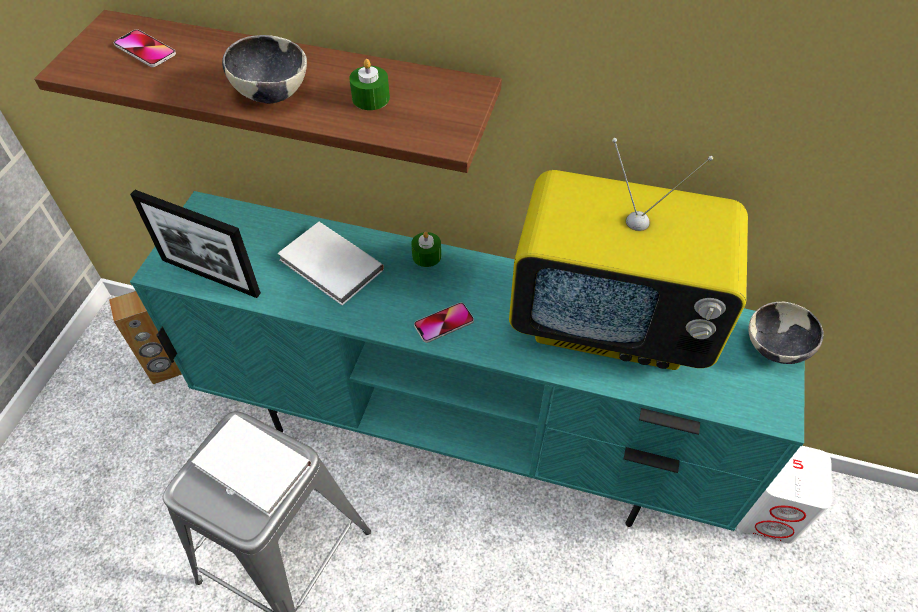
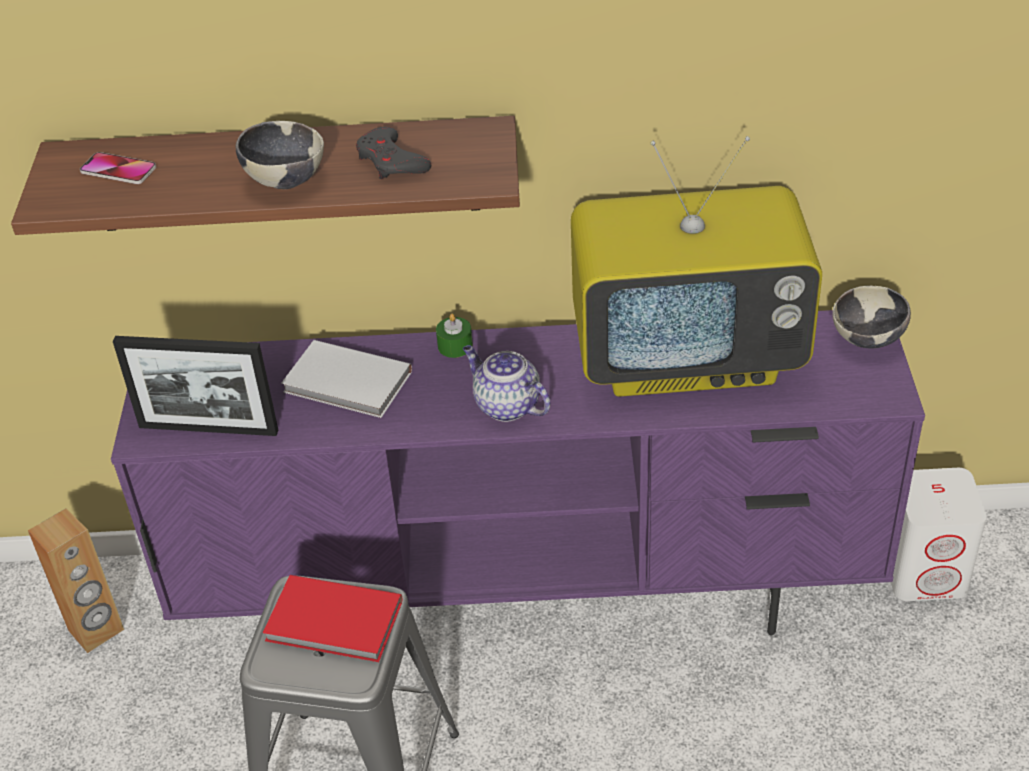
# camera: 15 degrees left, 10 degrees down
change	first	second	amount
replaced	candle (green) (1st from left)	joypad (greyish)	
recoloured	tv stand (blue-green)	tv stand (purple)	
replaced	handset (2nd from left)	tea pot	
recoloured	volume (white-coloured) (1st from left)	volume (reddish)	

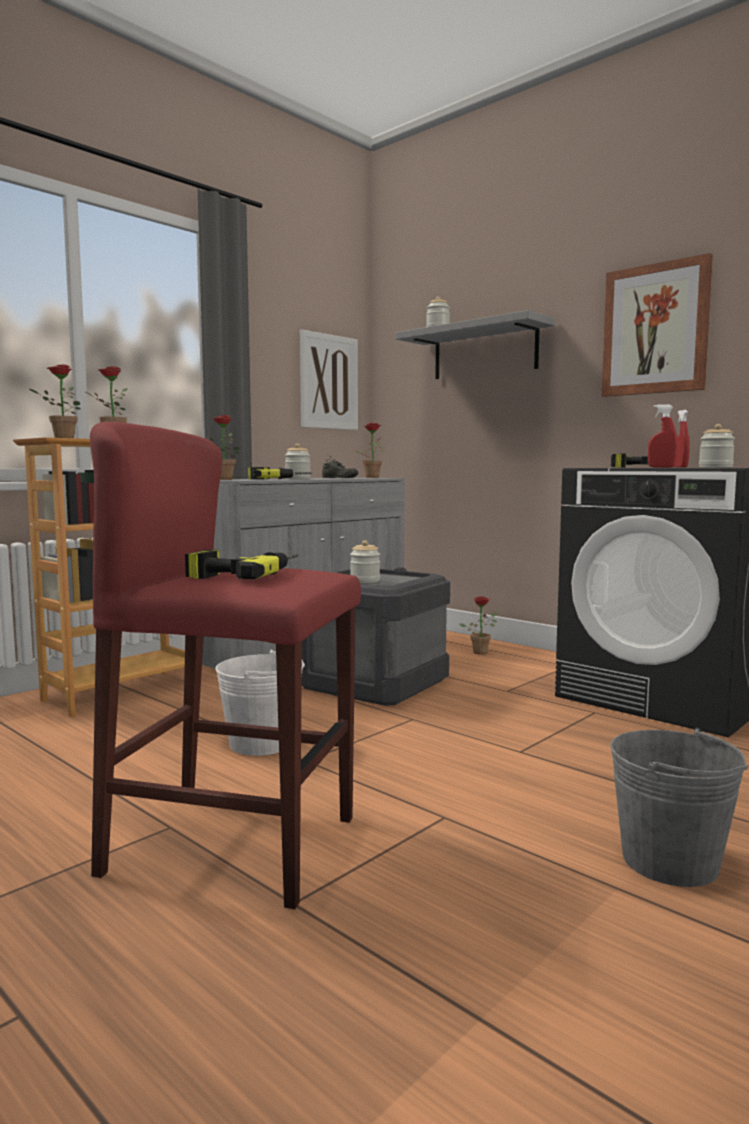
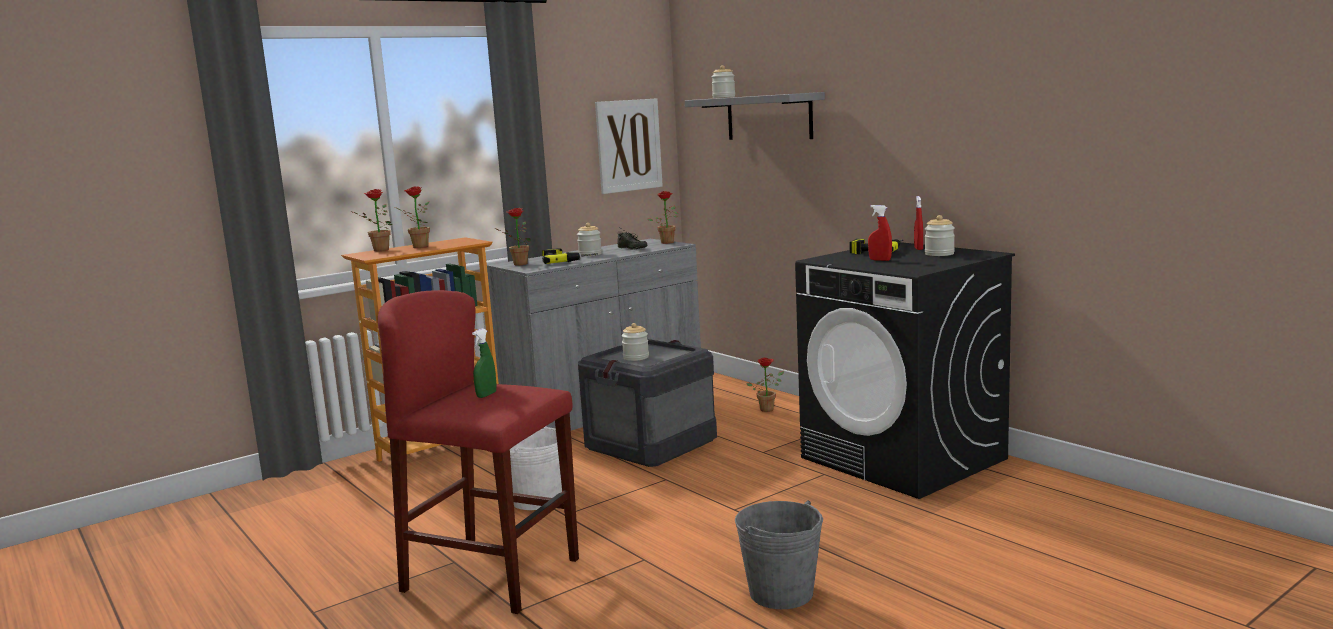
# camera: 10 degrees right, 5 degrees up
change	first	second	amount
removed	picture (2nd from left)		
replaced	electric drill (1st from left)	spray bottle (green)	

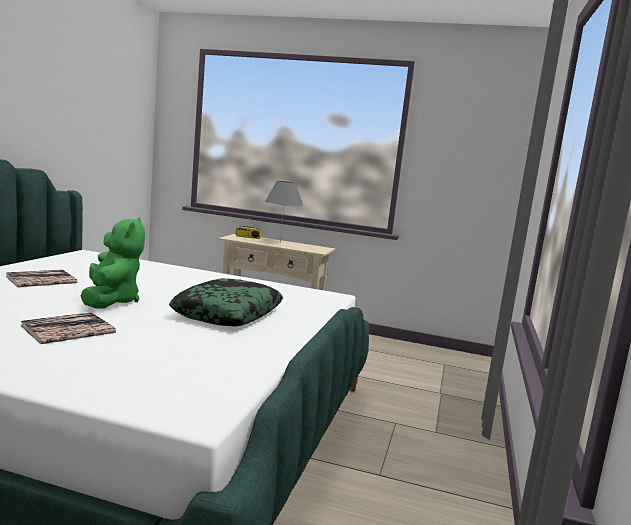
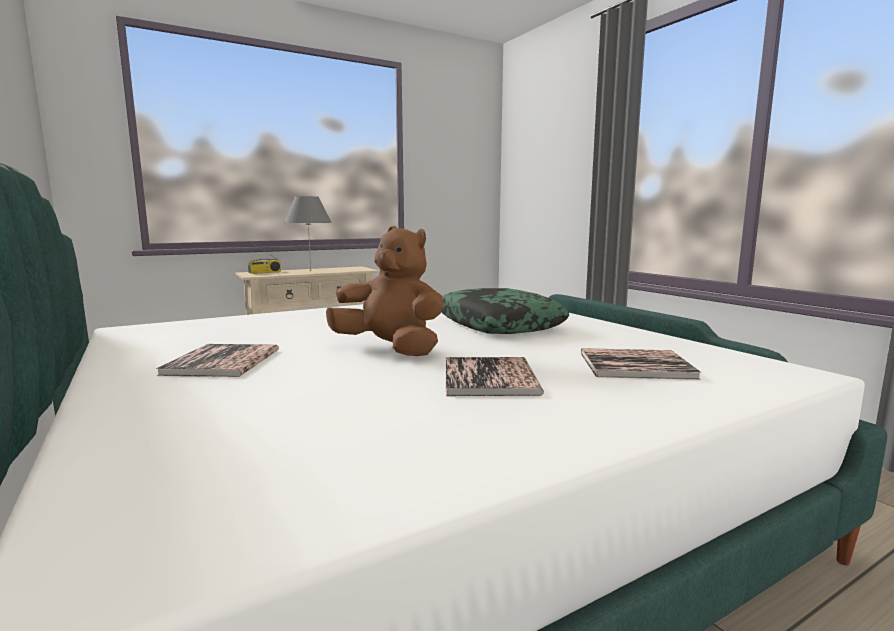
# camera: 45 degrees left, 0 degrees up
change	first	second	amount
recoloured	plush toy (green)	plush toy (brown)	
added		volume (3rd from left)	

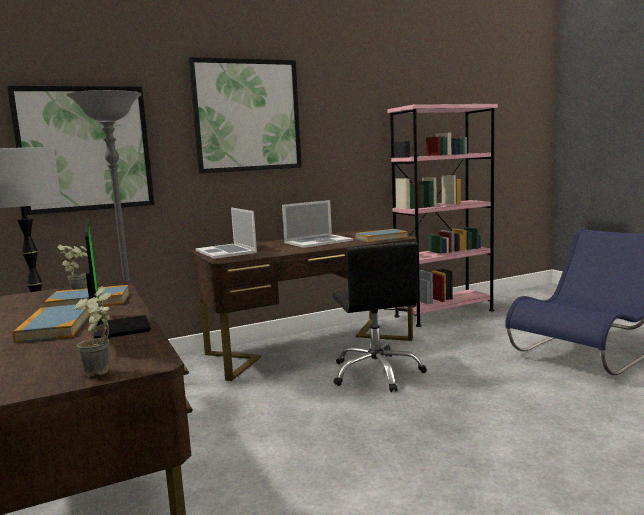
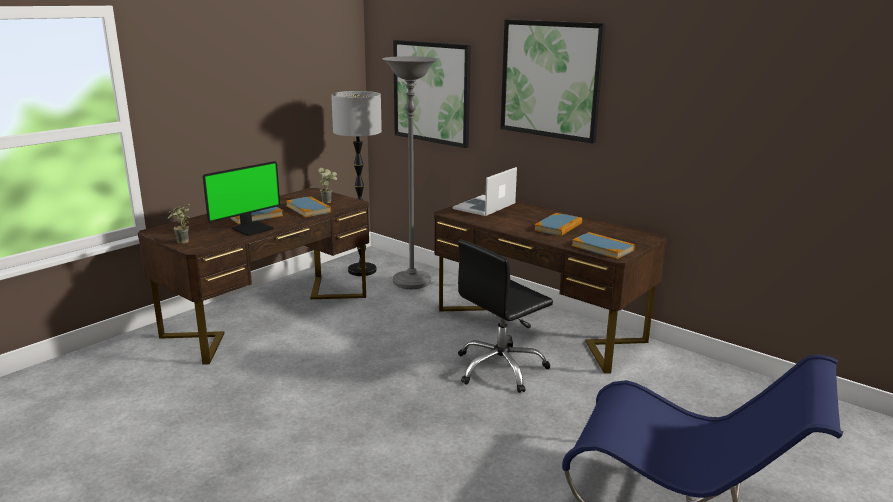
# camera: 65 degrees right, 10 degrees up
change	first	second	amount
removed	shelving unit (pink)		
replaced	laptop (2nd from left)	volume (3rd from left)	

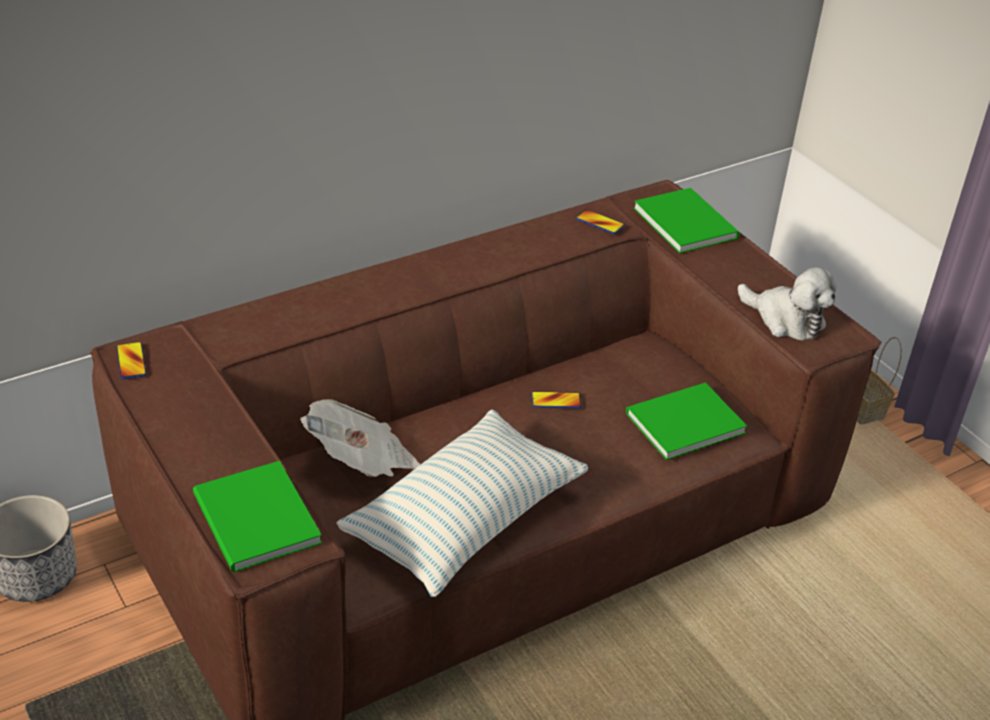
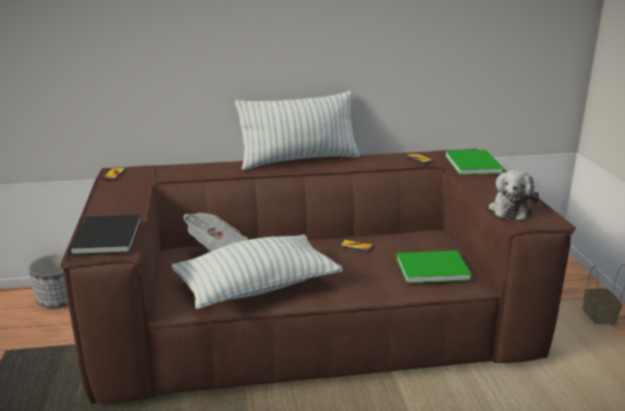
# camera: 25 degrees right, 15 degrees down
change	first	second	amount
turned	plush toy		45 degrees clockwise
recoloured	volume (green) (1st from left)	volume (black)	
added		throw pillow (2nd from left)	

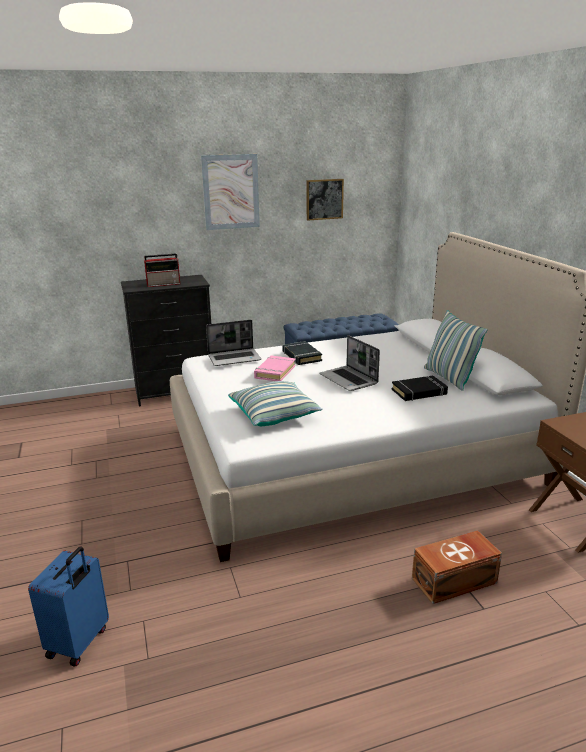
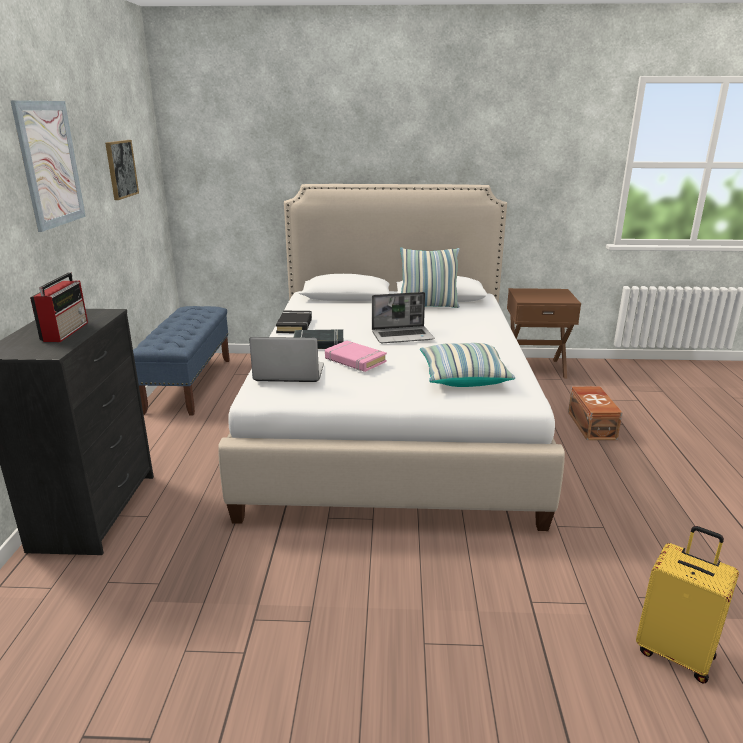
# camera: 70 degrees left, 0 degrees up
change	first	second	amount
turned	laptop (1st from left)		90 degrees counterclockwise
moved	volume (black) (2nd from left in the first image)	volume (black) (1st from left)	
recoloured	suitcase (blue)	suitcase (yellow)	

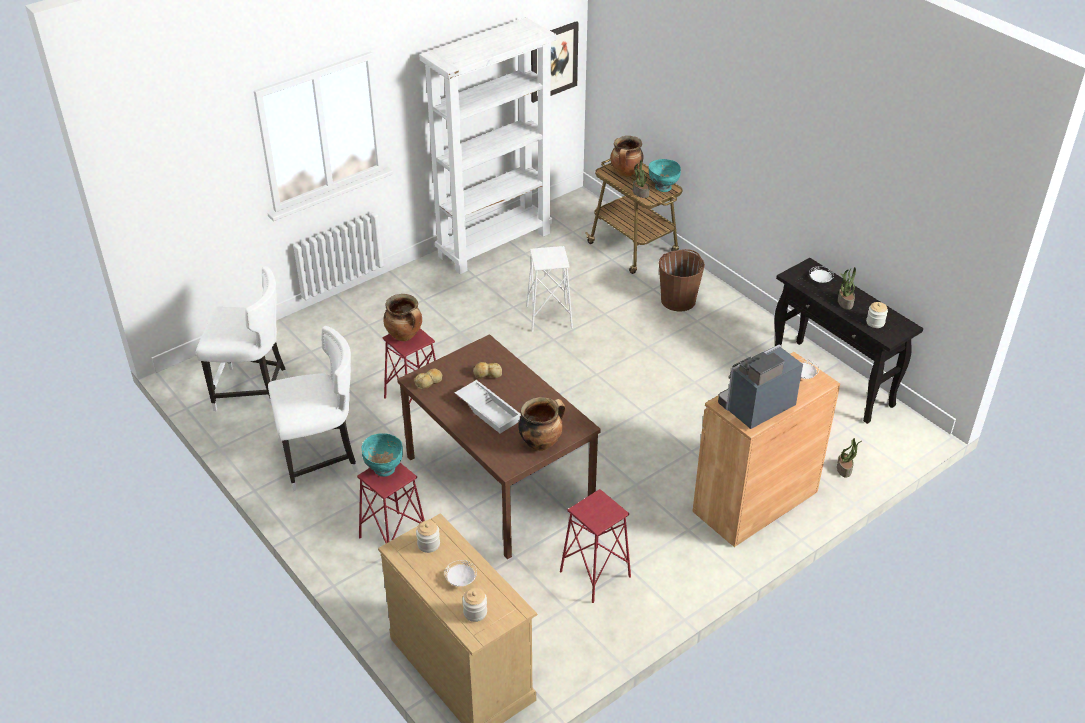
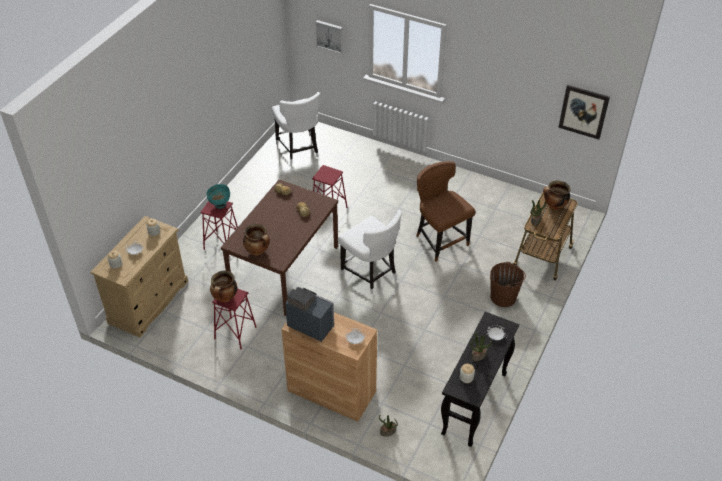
# camera: 65 degrees right, 5 degrees up
change	first	second	amount
removed	shelving unit (white-coloured)		
removed	serving bowl (blue-green) (2nd from left)		
replaced	stool (white-coloured)	upright chair (brown)	
moved	saucepot (1st from left)		
moved	upright chair (white-coloured) (2nd from left)		
removed	carrying tray (white-coloured)		
added		picture (1st from left)	

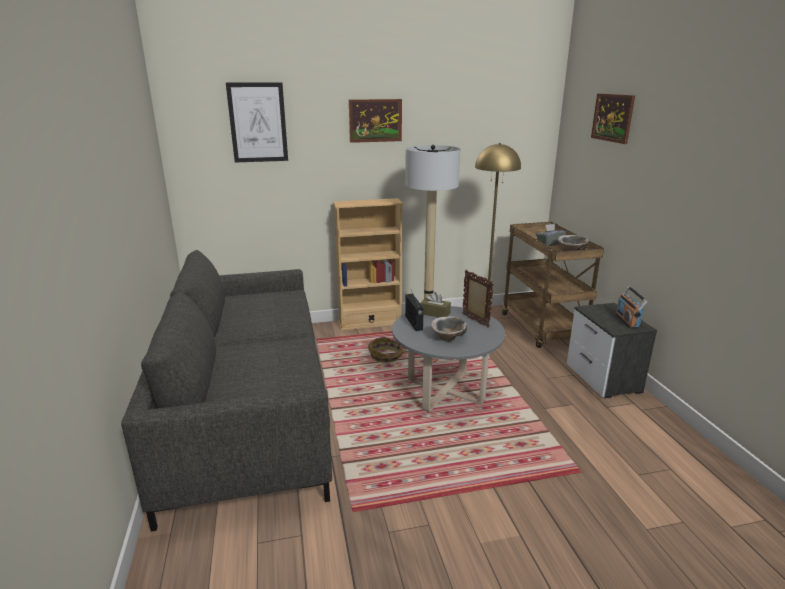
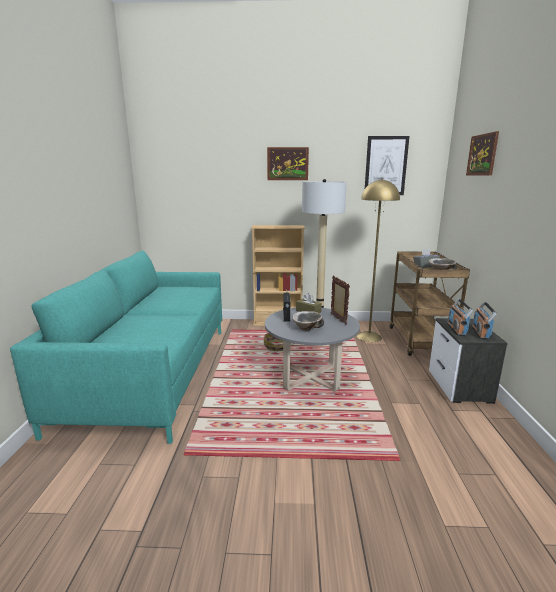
# camera: 15 degrees right, 5 degrees down
change	first	second	amount
moved	picture (1st from left in the first image)	picture (2nd from left)	
recoloured	sofa (greyish)	sofa (blue-green)	
added		radio (2nd from left)	

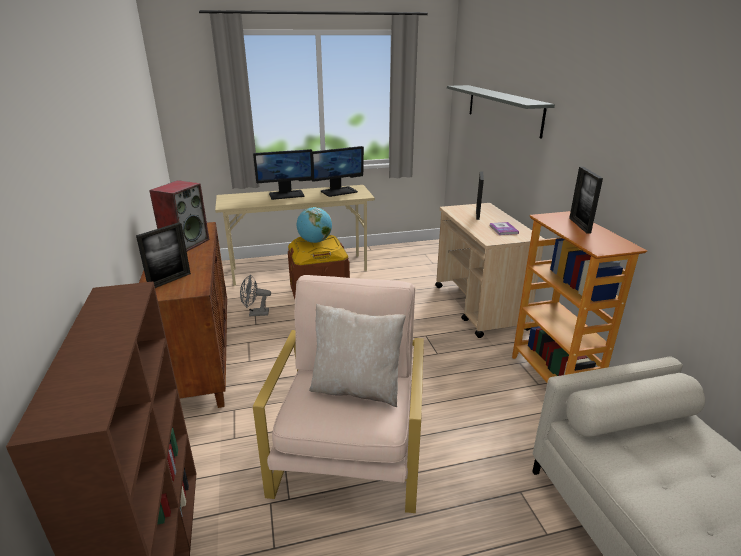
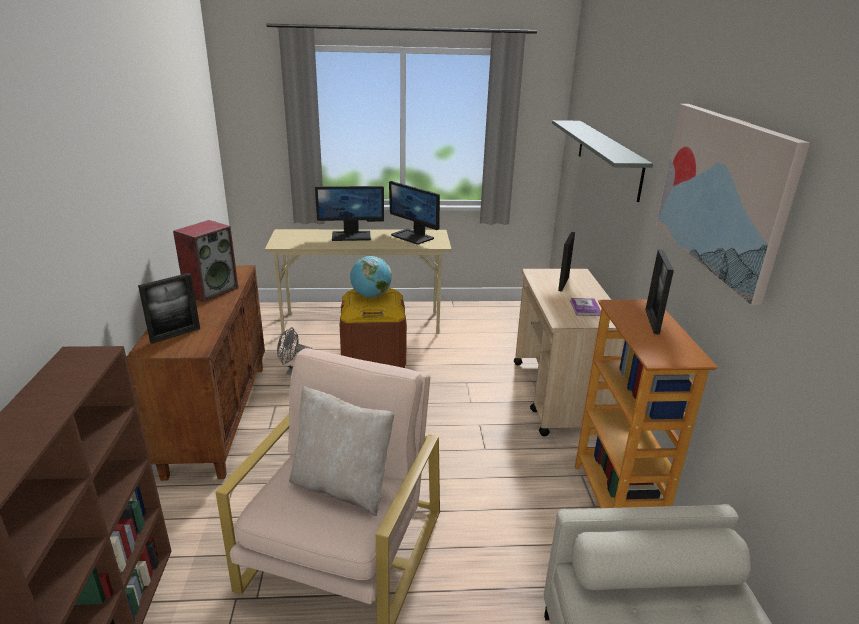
# camera: 10 degrees right, 0 degrees up
change	first	second	amount
turned	computer display (2nd from left)		60 degrees clockwise
added		picture	

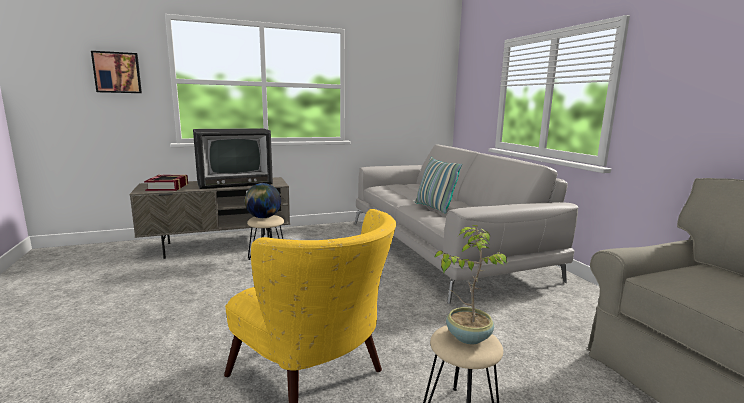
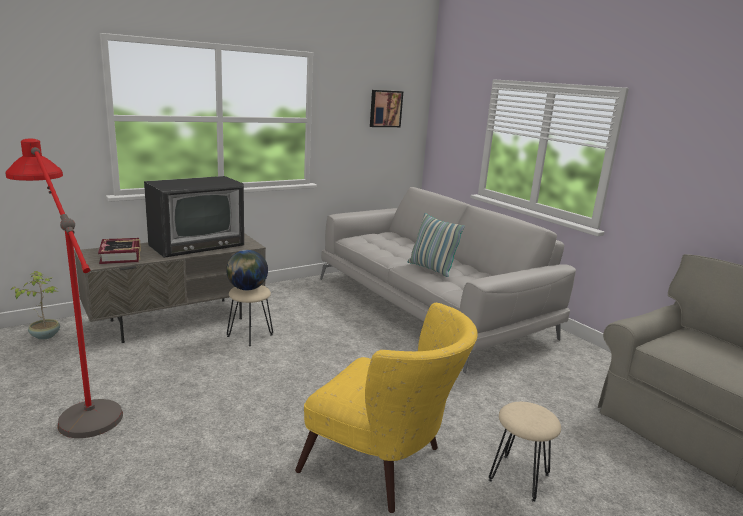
# camera: 15 degrees left, 5 degrees up
change	first	second	amount
moved	picture		
moved	potted plant		
added		standard lamp (reddish)	

